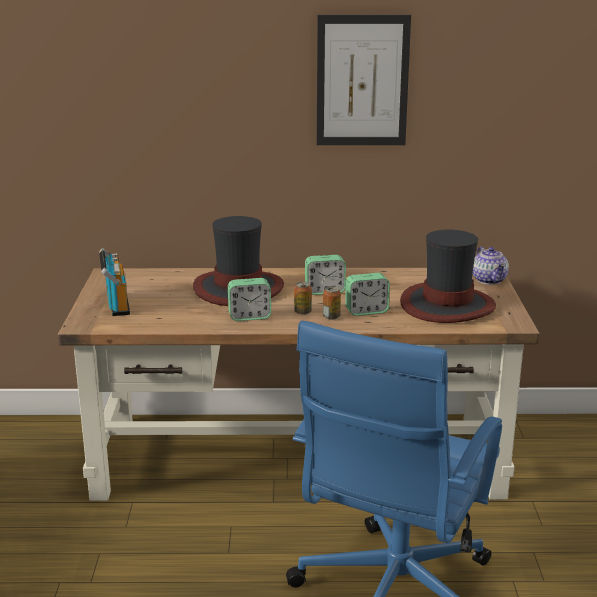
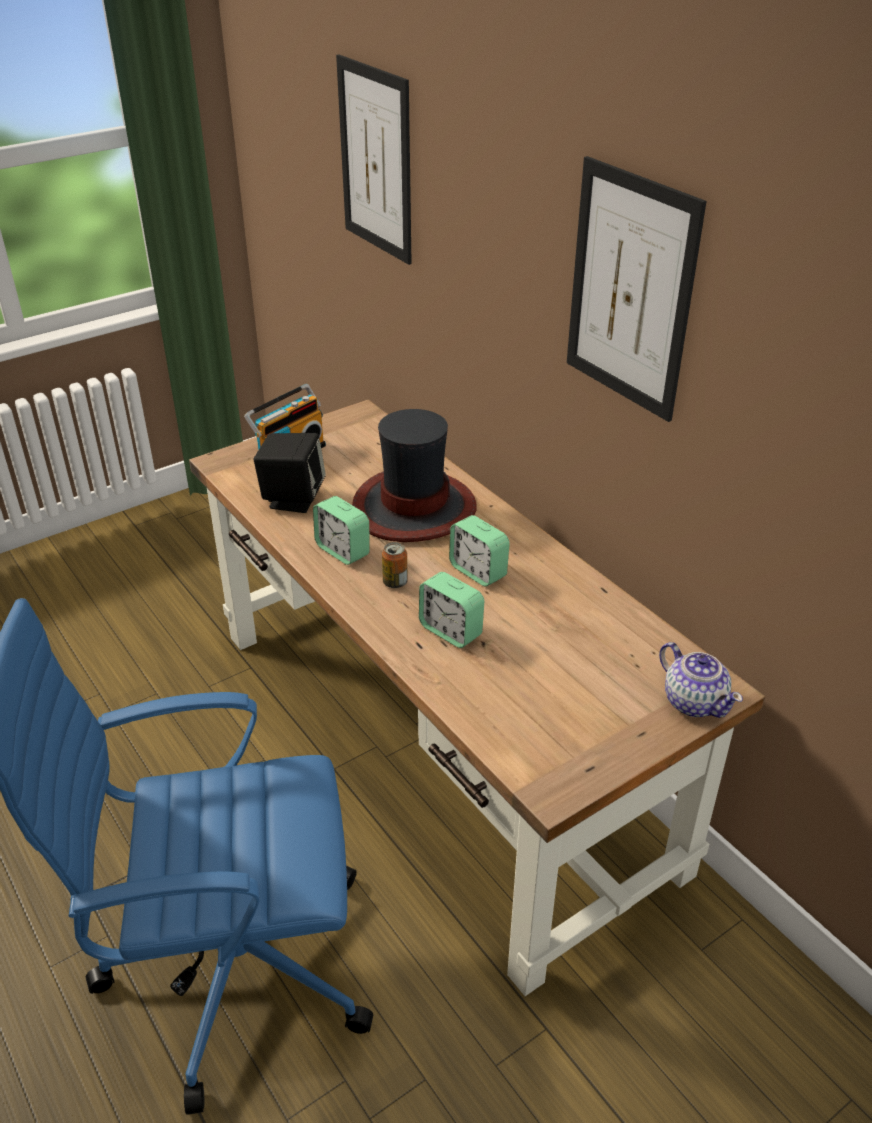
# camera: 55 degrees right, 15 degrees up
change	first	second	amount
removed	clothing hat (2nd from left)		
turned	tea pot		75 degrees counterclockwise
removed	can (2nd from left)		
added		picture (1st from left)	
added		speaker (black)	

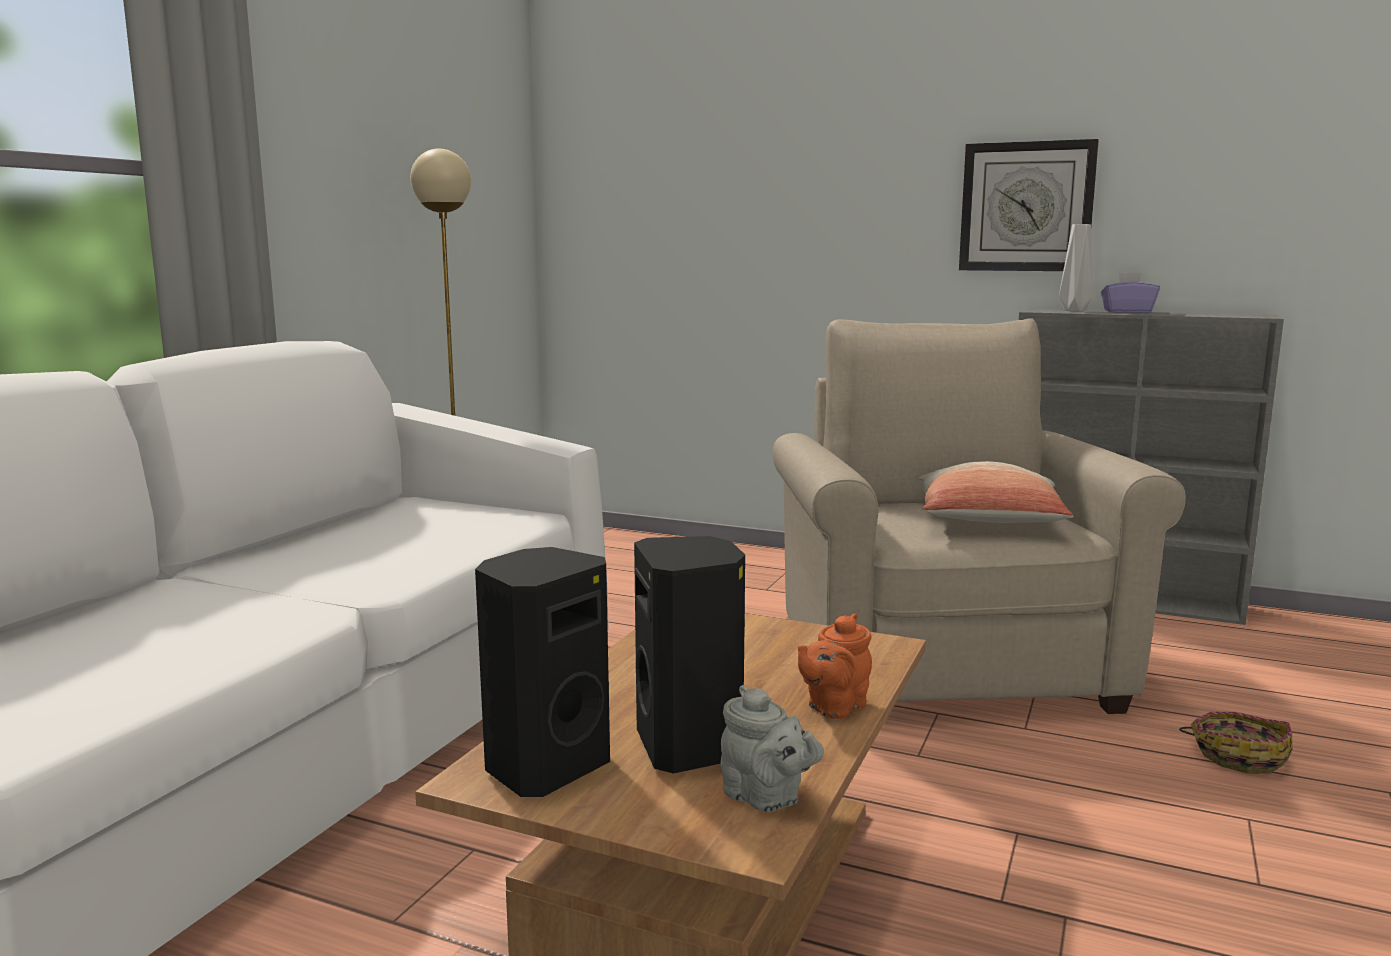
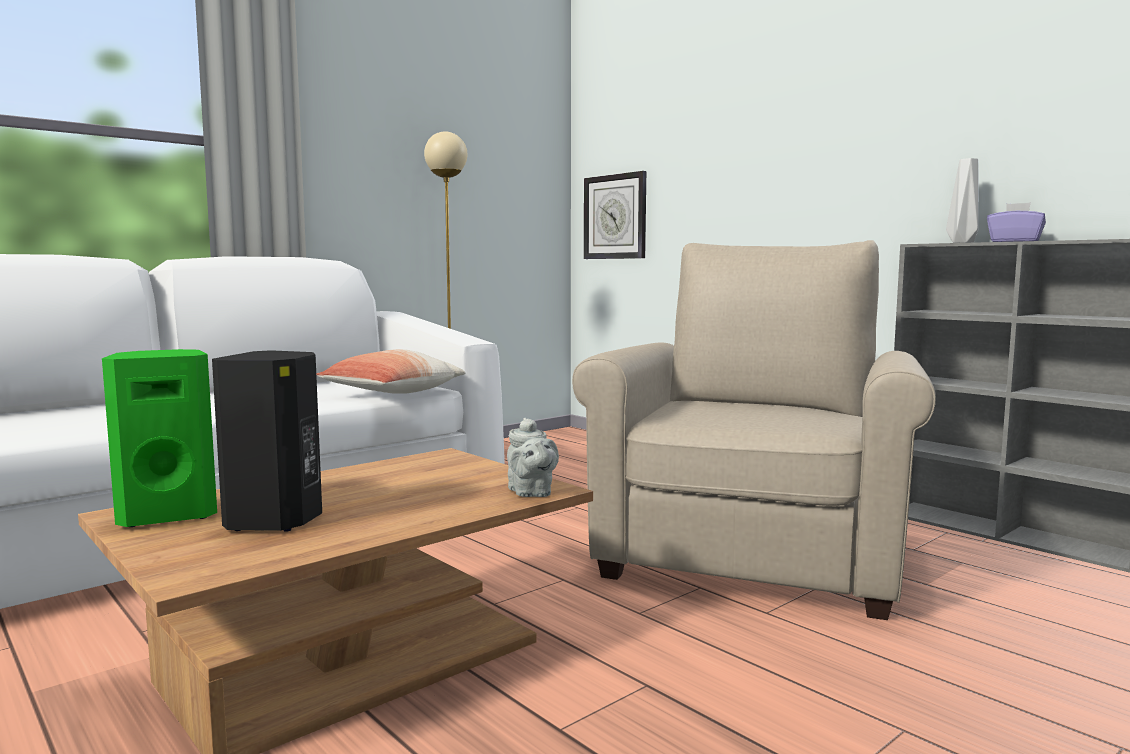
# camera: 25 degrees right, 5 degrees down
change	first	second	amount
moved	hanging clock		
moved	throw pillow		
recoloured	speaker (black) (1st from left)	speaker (green)	
removed	tea pot (orange-coloured)		
moved	tea pot (greyish)		
removed	basket		

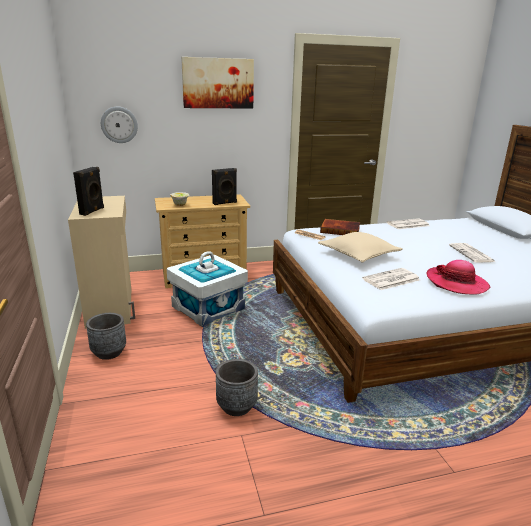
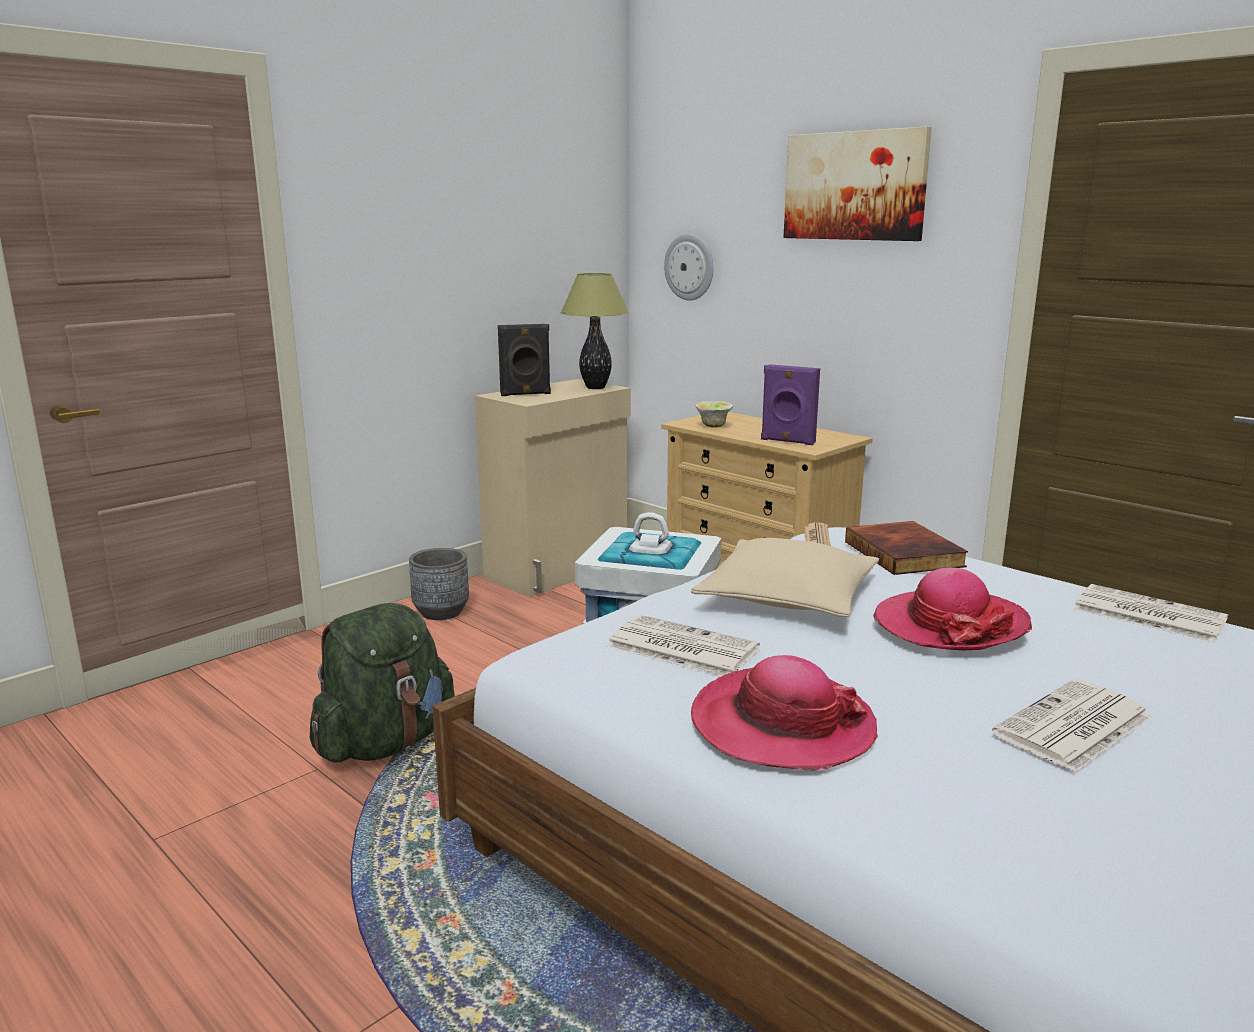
# camera: 60 degrees right, 5 degrees down
change	first	second	amount
recoloured	speaker (black) (2nd from left)	speaker (purple)	
replaced	plant pot (greyish) (2nd from left)	rucksack (green)	
added		tabletop lamp	
added		clothing hat (2nd from left)	

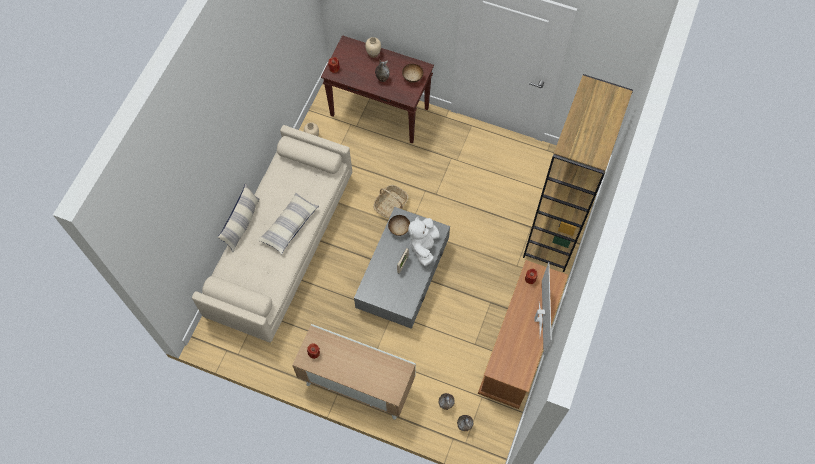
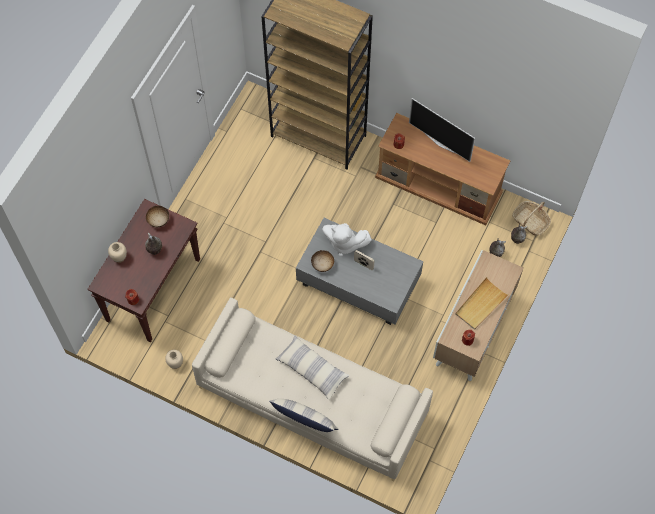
# camera: 85 degrees left, 0 degrees up
change	first	second	amount
moved	basket		
turned	television		150 degrees counterclockwise
added		carrying tray (beige)	

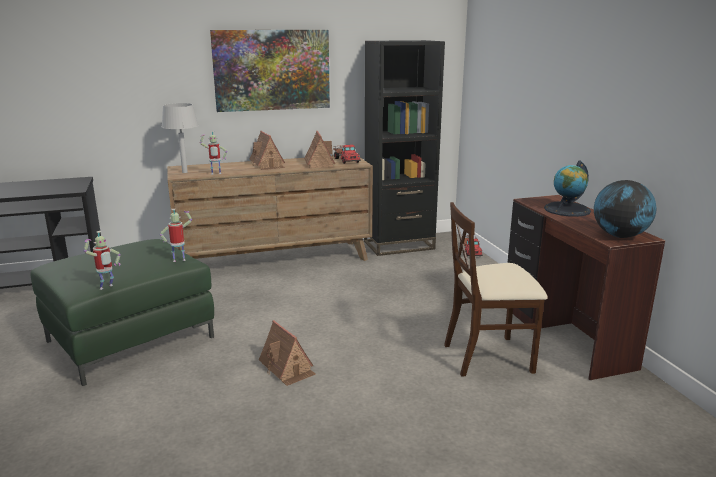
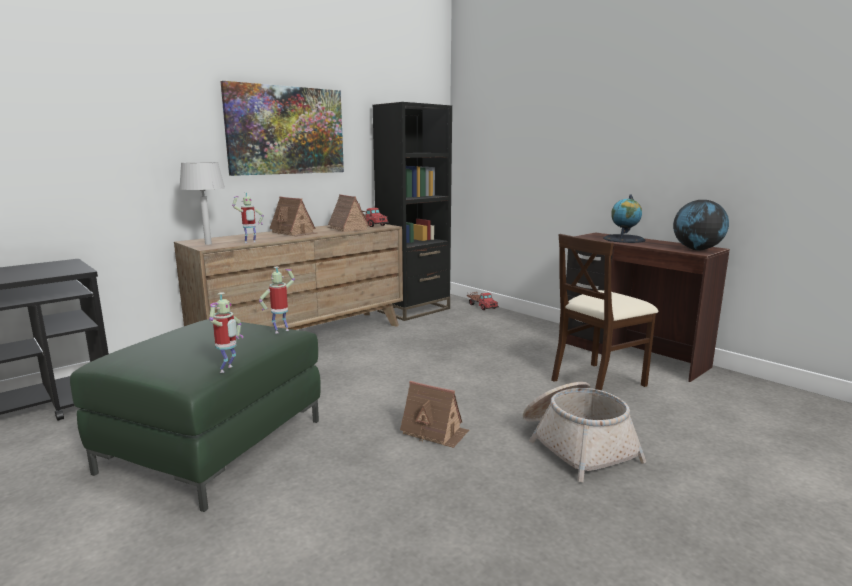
# camera: 25 degrees left, 5 degrees down
change	first	second	amount
added		basket	

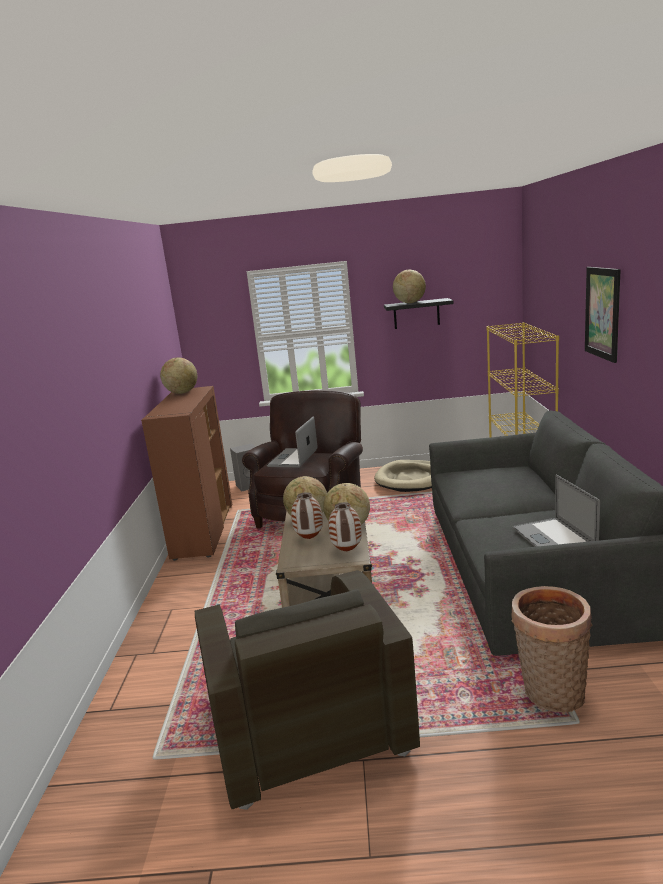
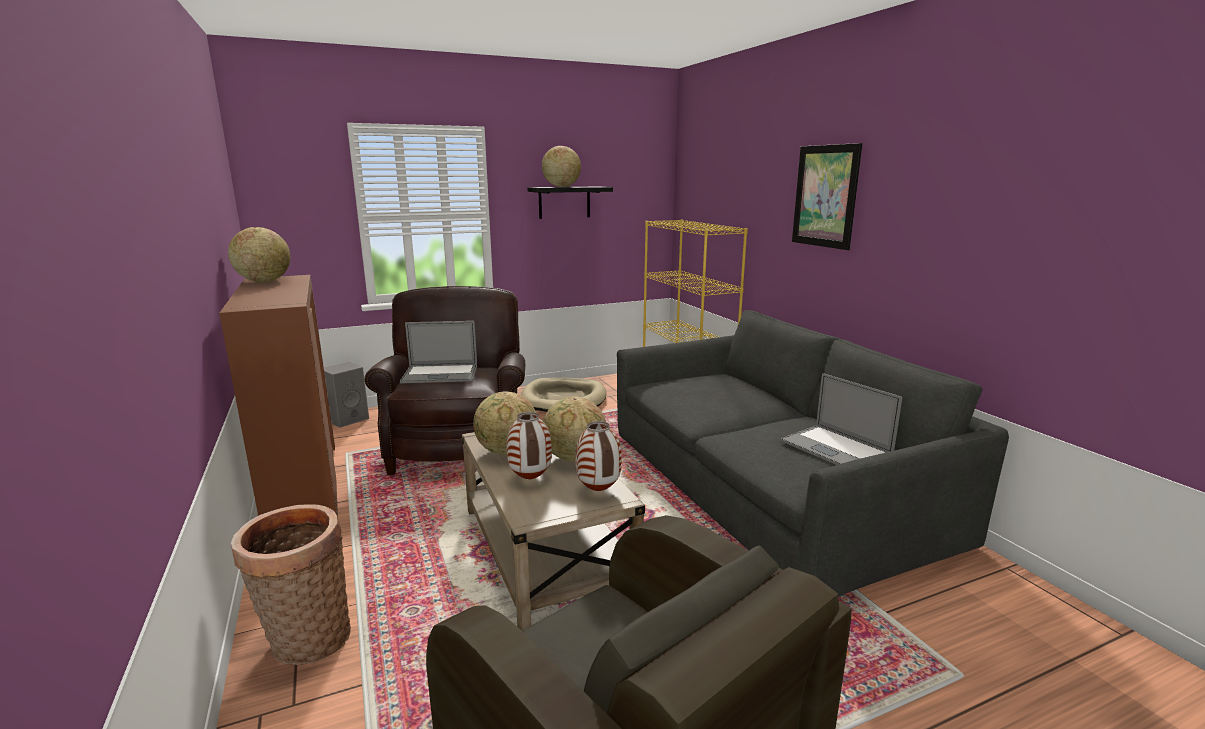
# camera: 25 degrees left, 0 degrees up
change	first	second	amount
turned	laptop (1st from left)		90 degrees counterclockwise
moved	basket		

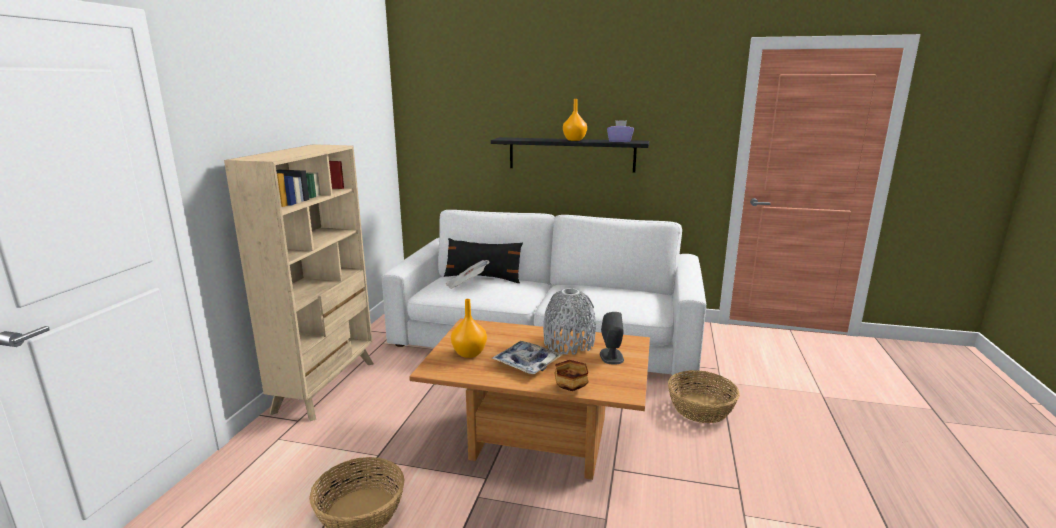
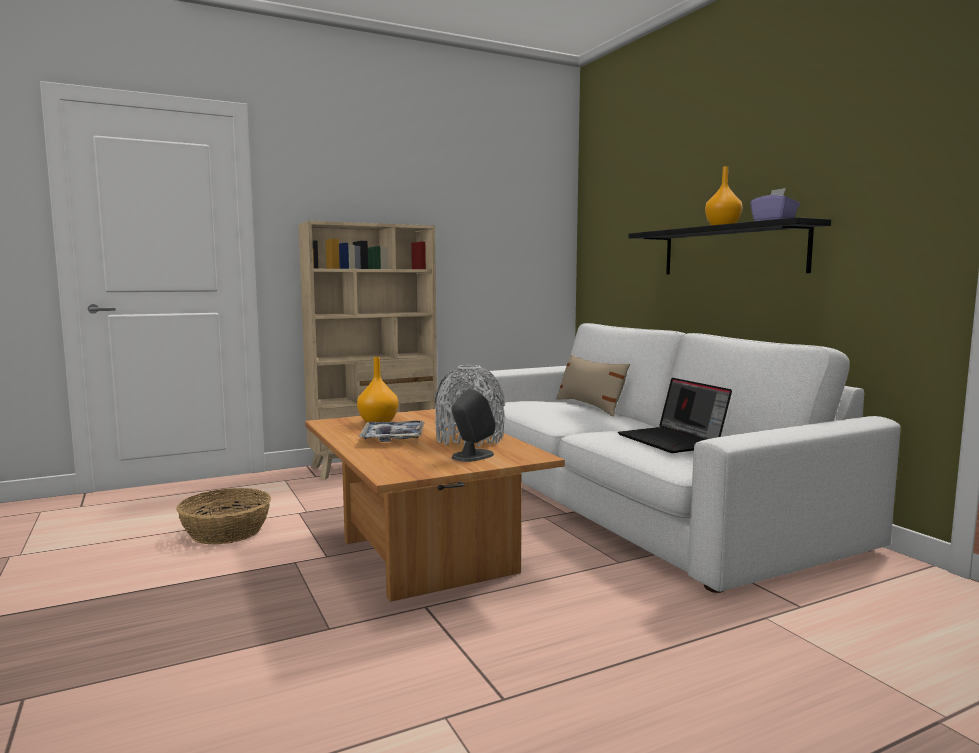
# camera: 50 degrees right, 10 degrees down
change	first	second	amount
recoloured	throw pillow (black)	throw pillow (beige)	
removed	daily paper		
removed	serving bowl		
removed	basket (2nd from left)		
added		laptop	

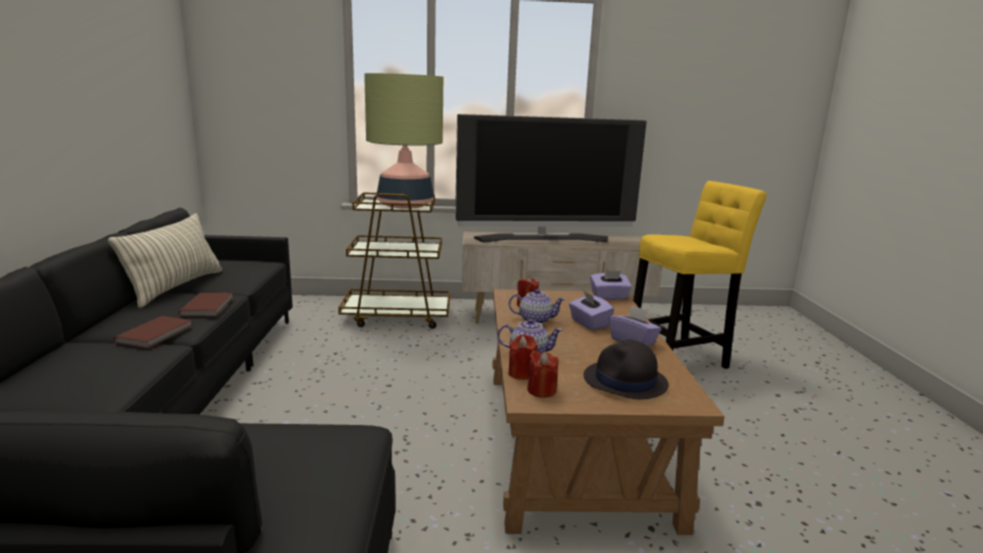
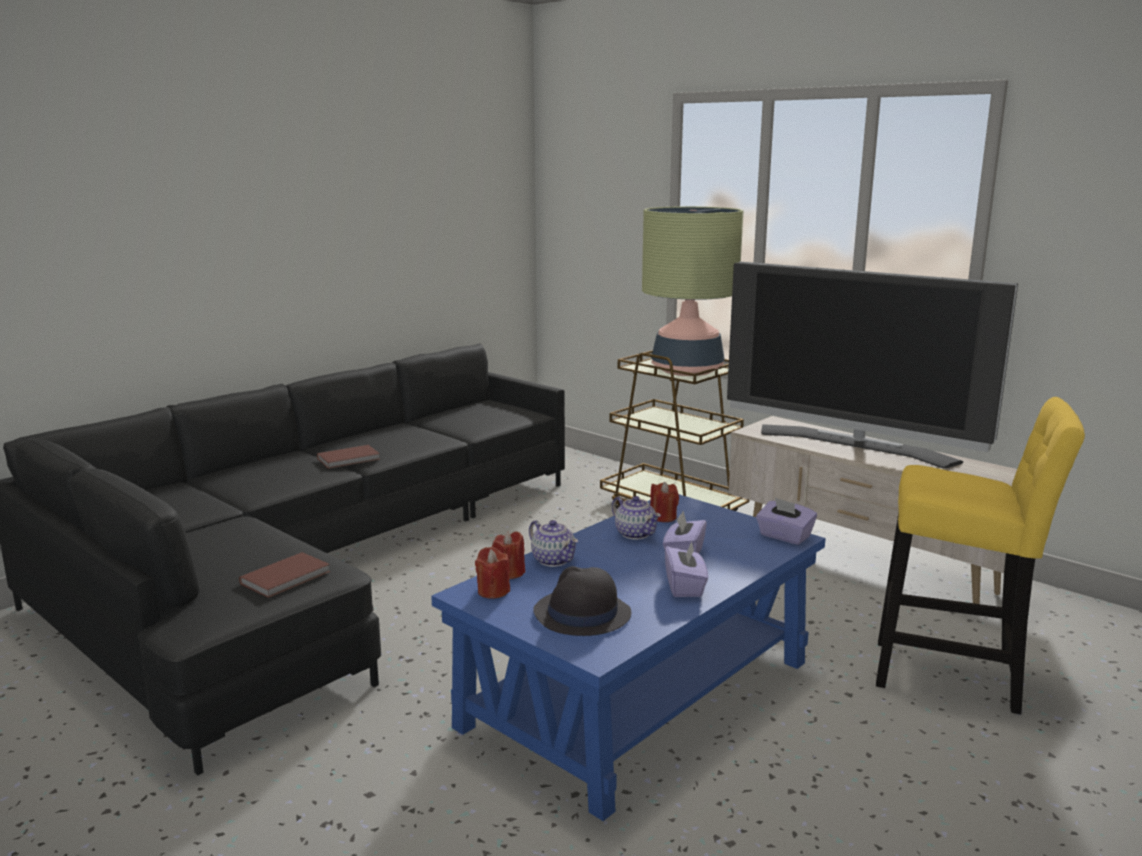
# camera: 45 degrees right, 0 degrees up
change	first	second	amount
removed	throw pillow		
recoloured	low table (brown)	low table (blue)	
moved	volume (brown) (2nd from left in the first image)	volume (brown) (1st from left)	

